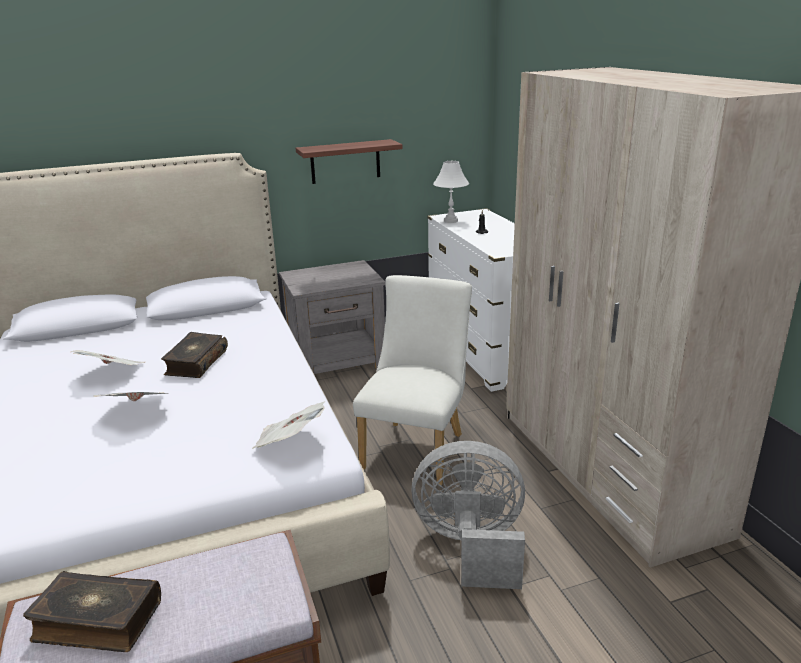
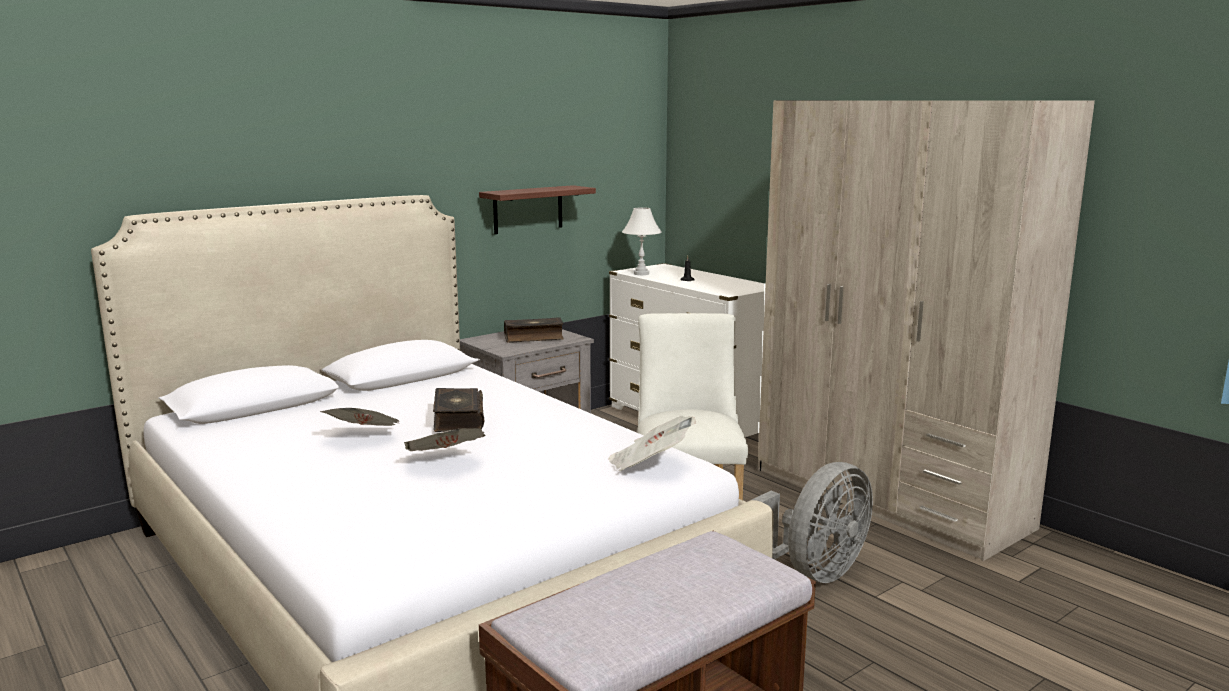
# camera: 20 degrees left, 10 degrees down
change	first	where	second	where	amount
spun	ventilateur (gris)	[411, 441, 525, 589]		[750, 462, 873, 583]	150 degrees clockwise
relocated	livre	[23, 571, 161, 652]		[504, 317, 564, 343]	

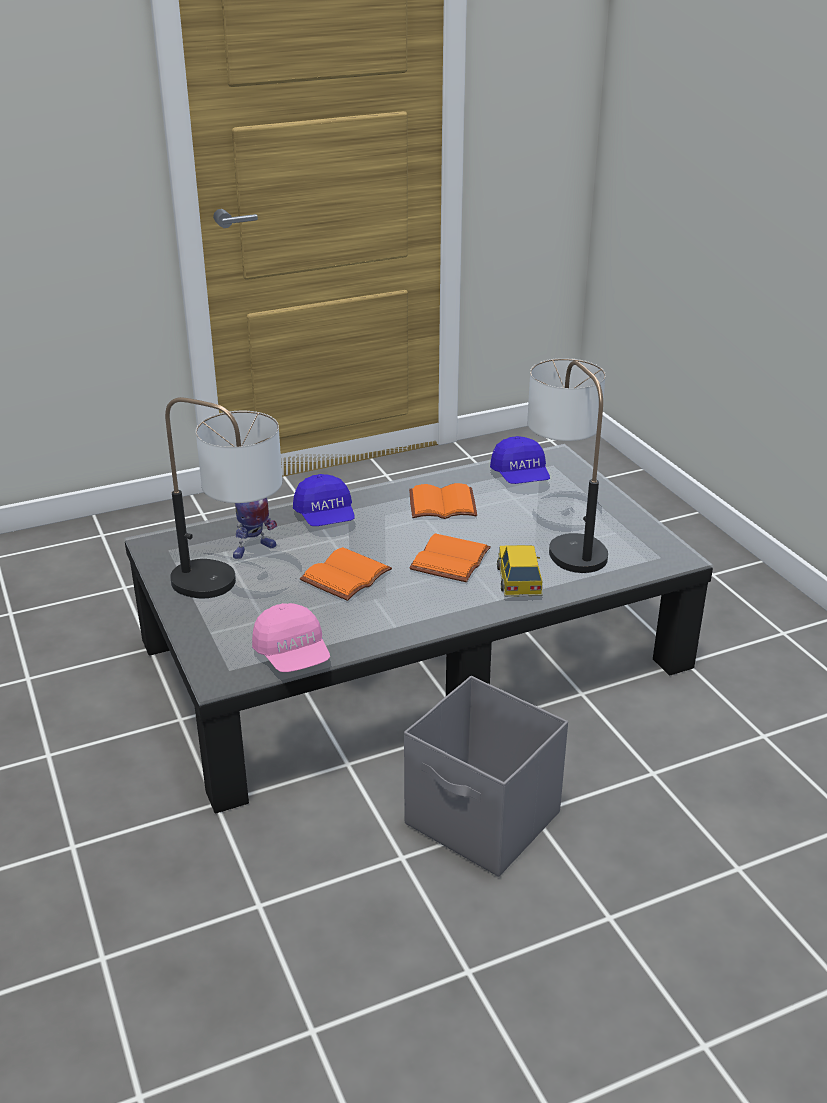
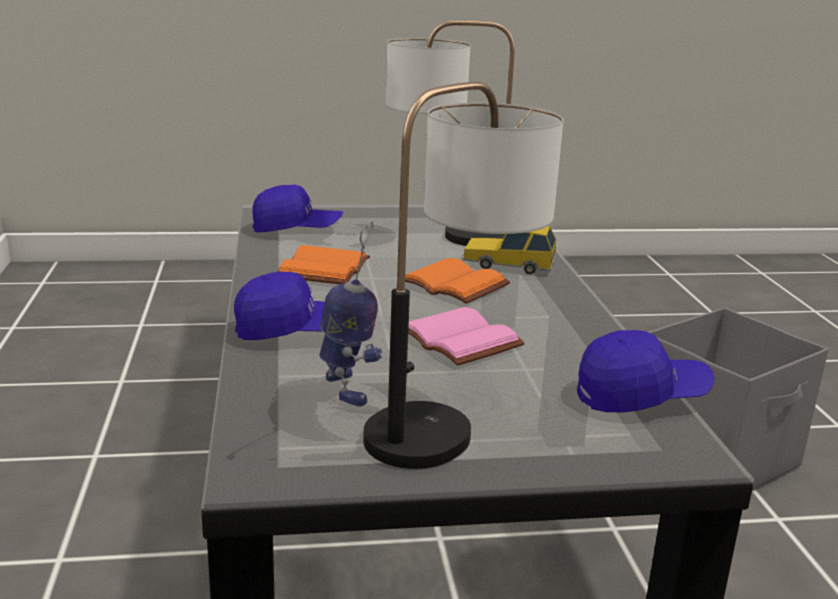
# camera: 75 degrees left, 10 degrees down
change	first	where	second	where	amount
colour	livre (orange)	[300, 547, 392, 601]	livre (rose)	[408, 307, 525, 366]	
colour	casquette (rose)	[252, 603, 330, 672]	casquette (bleu)	[577, 330, 714, 412]	

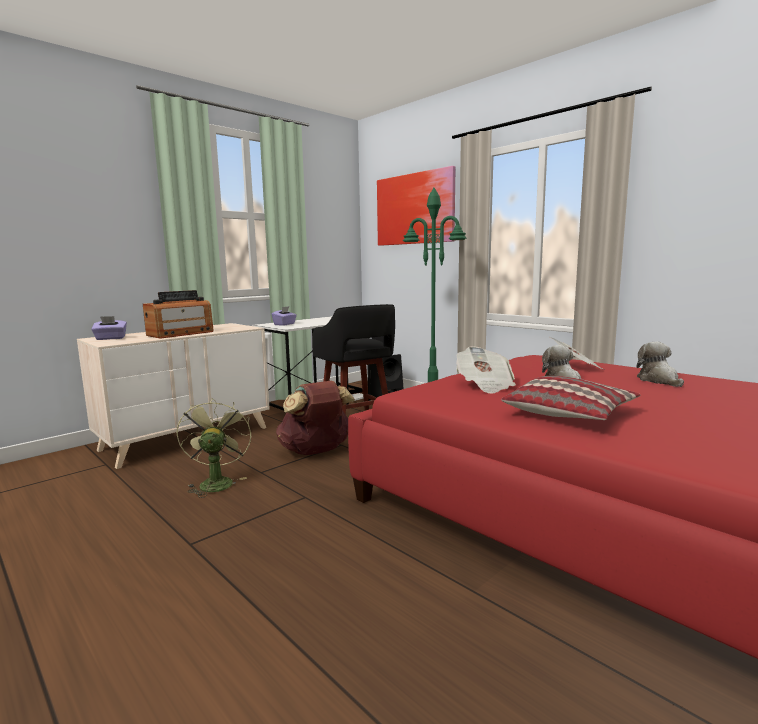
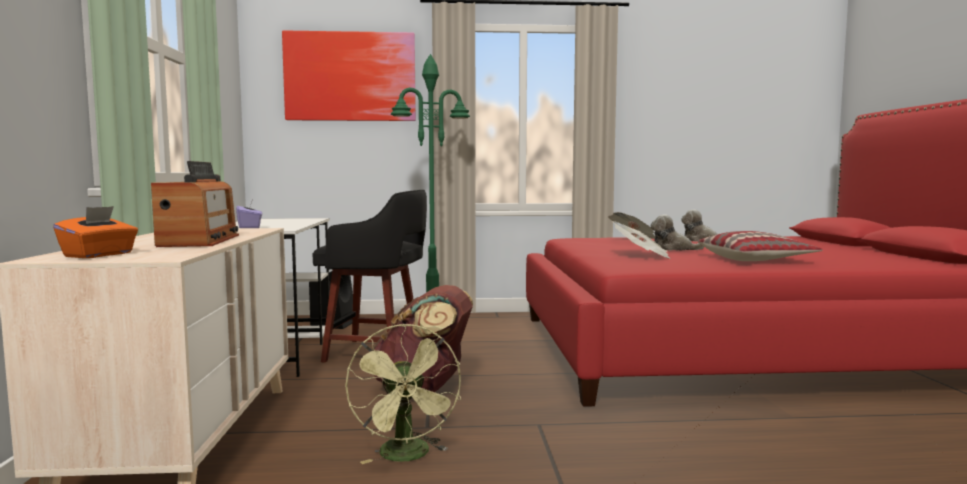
# camera: 50 degrees left, 5 degrees down
change	first	where	second	where	amount
colour	boîte à mouchoirs (violet)	[91, 316, 127, 340]	boîte à mouchoirs (orange)	[53, 206, 138, 258]	
spun	ventilateur (vert)	[177, 398, 251, 498]		[345, 324, 461, 464]	135 degrees counterclockwise

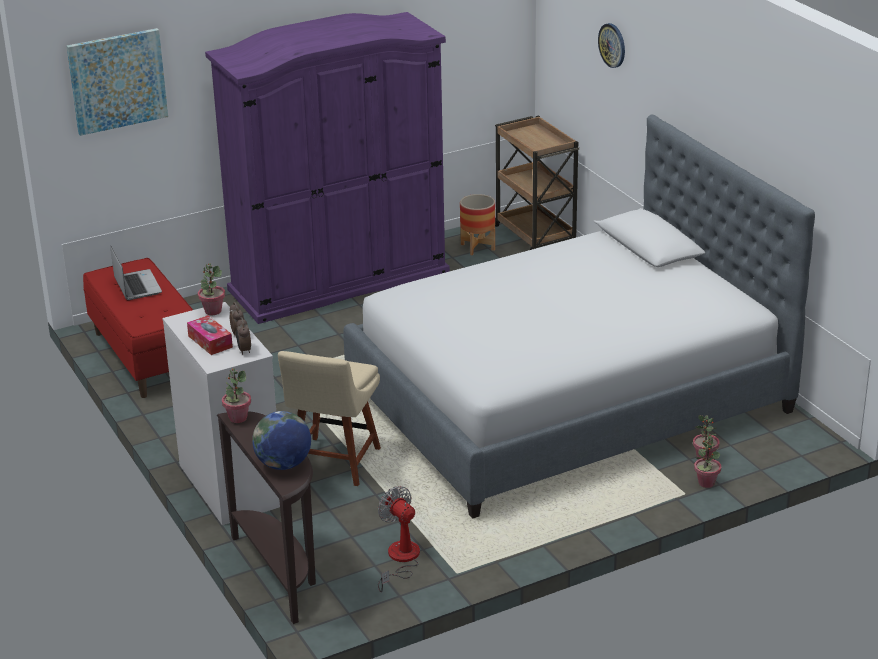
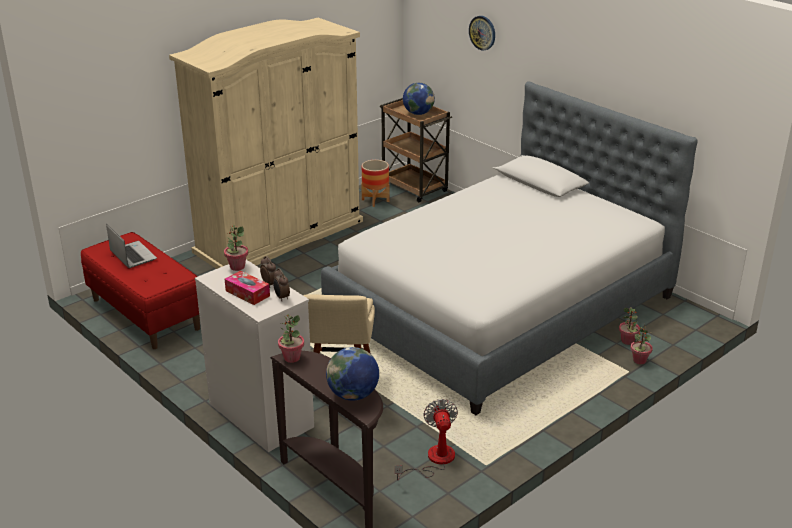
# camera: 15 degrees left, 0 degrees up
change	first	where	second	where	amount
colour	armoire (violet)	[205, 12, 450, 324]	armoire (beige)	[169, 18, 363, 269]	
missing	tableau	[67, 28, 168, 136]			
spun	ventilateur	[378, 486, 420, 592]		[395, 399, 458, 481]	45 degrees clockwise
appeared			globe	[403, 83, 435, 115]	

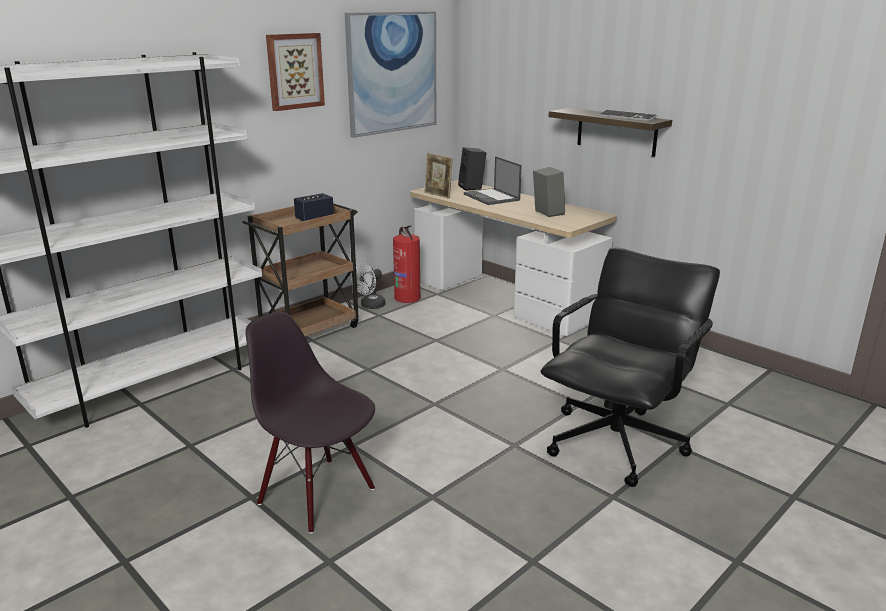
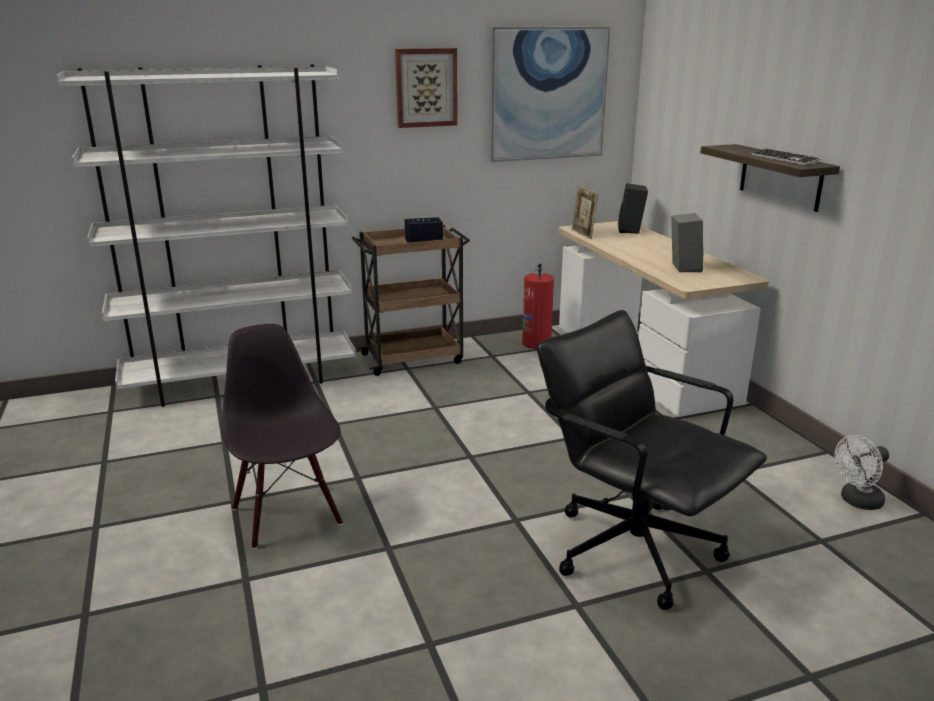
# camera: 25 degrees right, 0 degrees up
change	first	where	second	where	amount
missing	ordinateur portable	[464, 156, 522, 205]			
spun	chaise de bureau (noir)	[540, 247, 720, 487]		[537, 310, 767, 610]	105 degrees counterclockwise
relocated	ventilateur (blanc)	[351, 263, 386, 309]		[834, 435, 889, 510]	

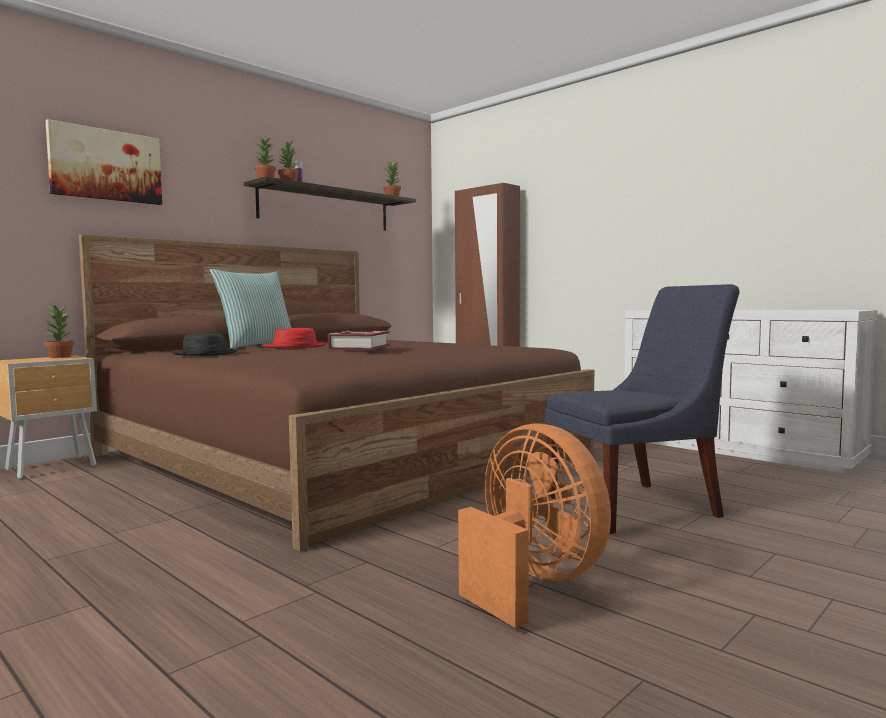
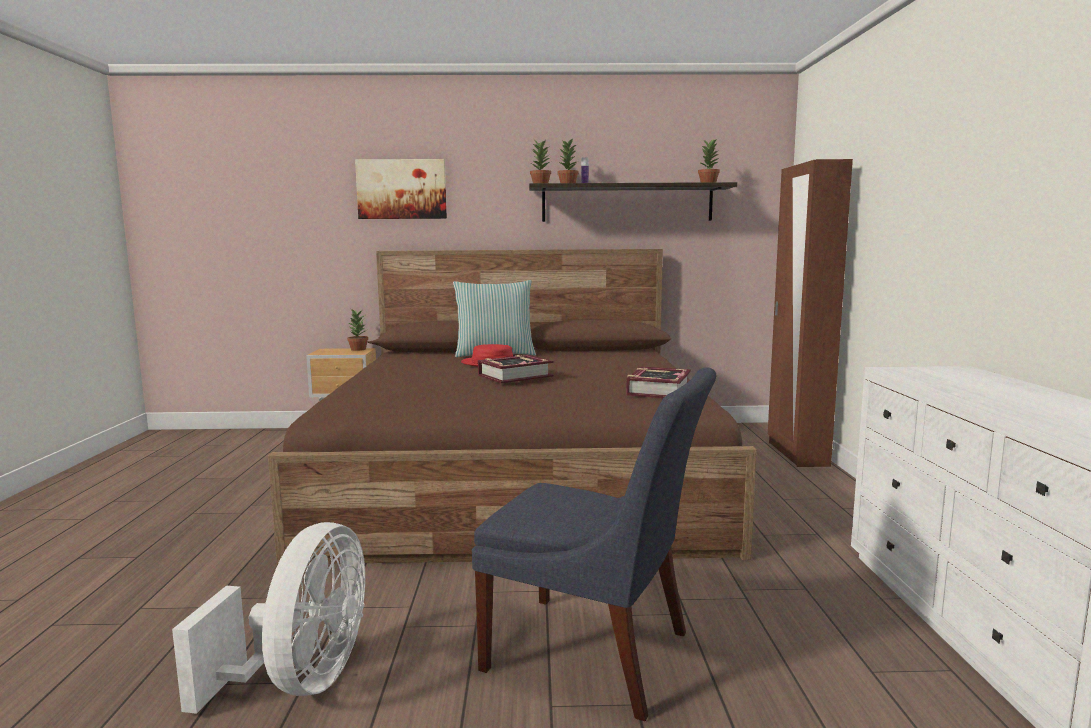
# camera: 45 degrees right, 5 degrees up
change	first	where	second	where	amount
missing	chapeau (noir)	[171, 333, 238, 356]			
colour	ventilateur (orange)	[458, 424, 611, 628]	ventilateur (blanc)	[172, 522, 365, 714]	
appeared			livre	[626, 367, 691, 398]	

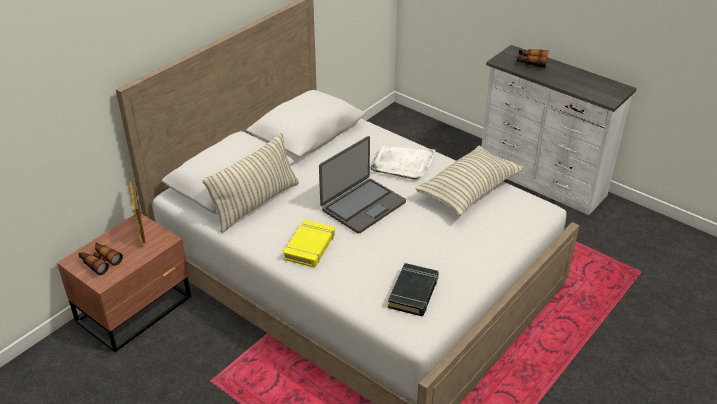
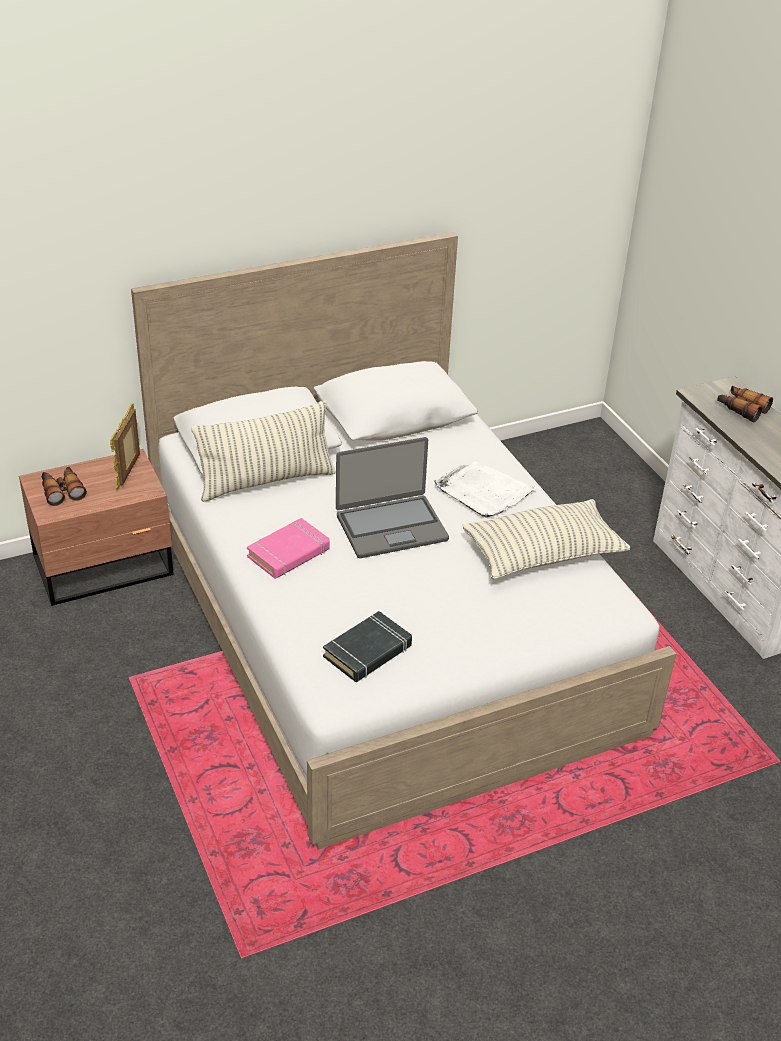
# camera: 25 degrees right, 0 degrees up
change	first	where	second	where	amount
colour	livre (jaune)	[283, 220, 335, 268]	livre (rose)	[247, 518, 330, 579]	

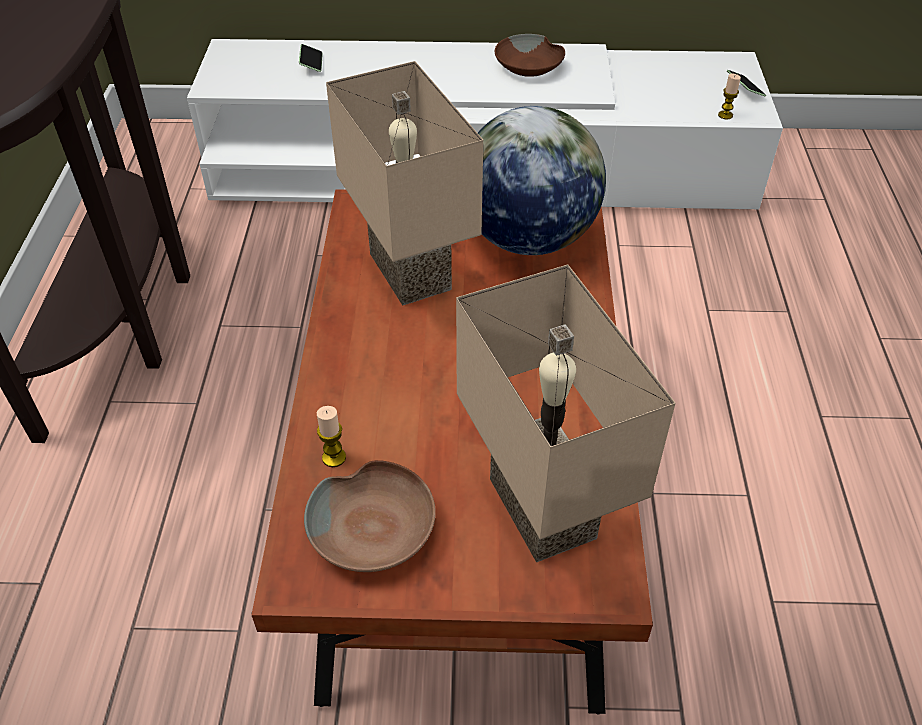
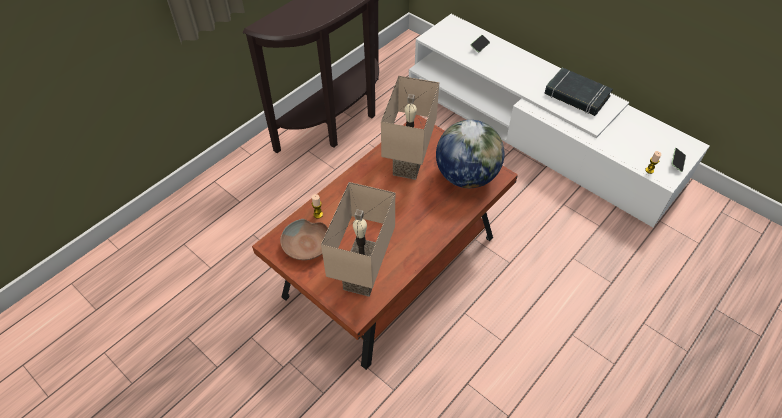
# camera: 40 degrees right, 5 degrees up
change	first	where	second	where	amount
exchanged	bol (marron)	[495, 34, 565, 77]	livre (noir)	[544, 67, 613, 116]	

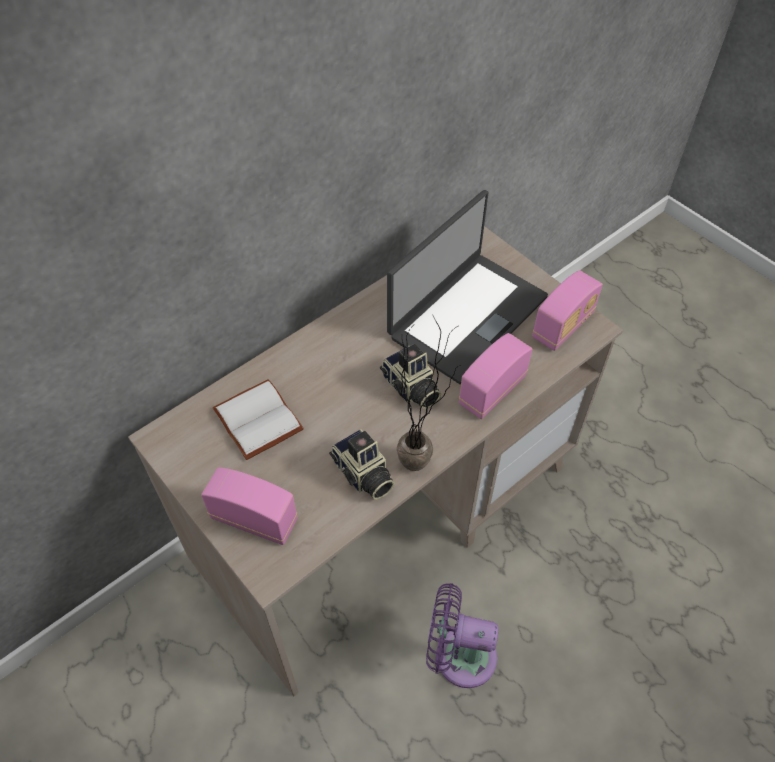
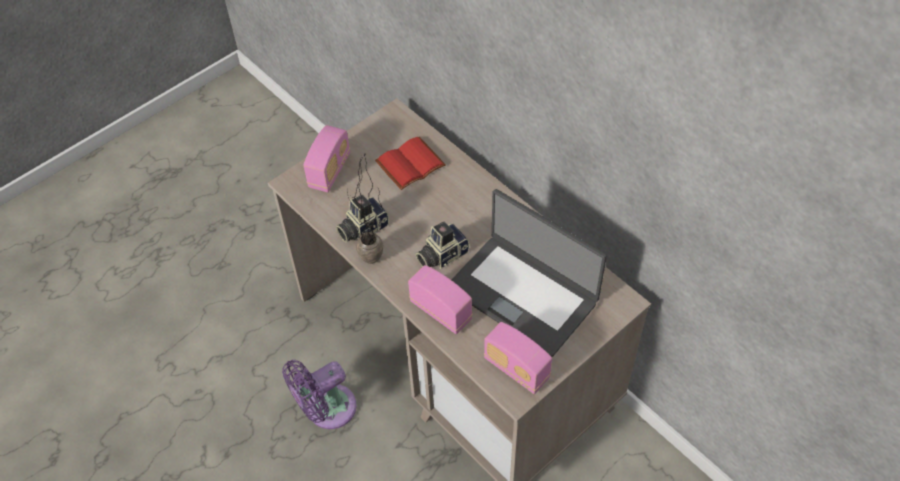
# camera: 90 degrees right, 0 degrees up
change	first	where	second	where	amount
colour	livre (blanc)	[212, 379, 304, 460]	livre (rouge)	[375, 137, 446, 190]	
spun	ventilateur (violet)	[426, 583, 498, 688]		[282, 360, 357, 429]	135 degrees counterclockwise

